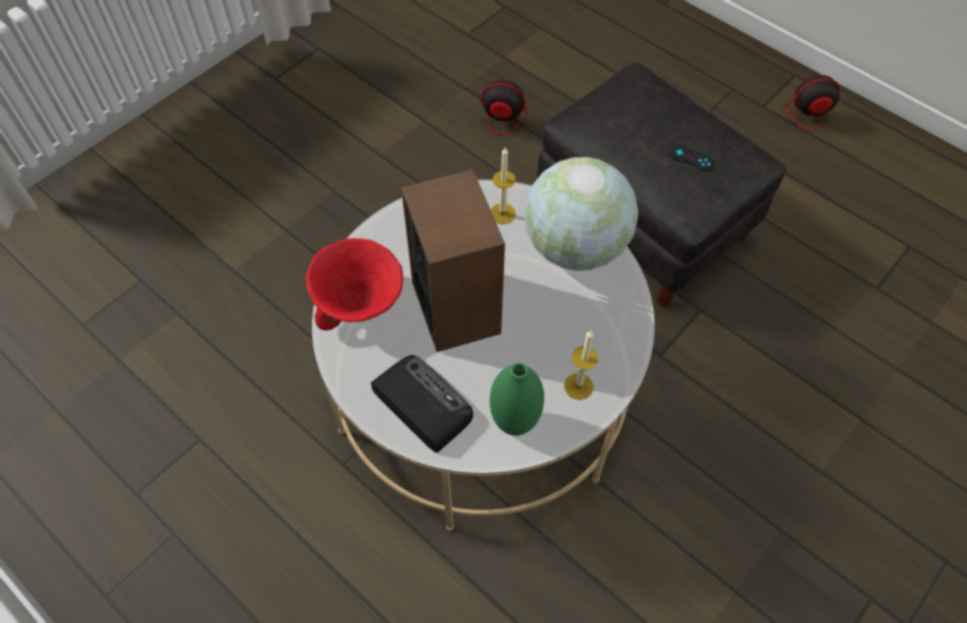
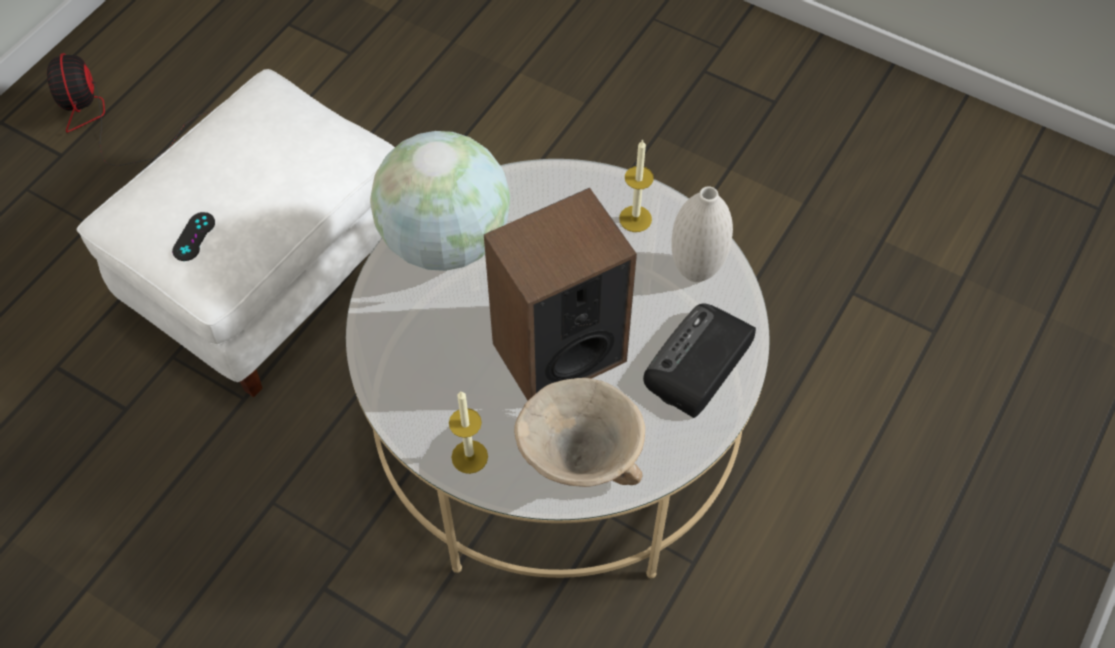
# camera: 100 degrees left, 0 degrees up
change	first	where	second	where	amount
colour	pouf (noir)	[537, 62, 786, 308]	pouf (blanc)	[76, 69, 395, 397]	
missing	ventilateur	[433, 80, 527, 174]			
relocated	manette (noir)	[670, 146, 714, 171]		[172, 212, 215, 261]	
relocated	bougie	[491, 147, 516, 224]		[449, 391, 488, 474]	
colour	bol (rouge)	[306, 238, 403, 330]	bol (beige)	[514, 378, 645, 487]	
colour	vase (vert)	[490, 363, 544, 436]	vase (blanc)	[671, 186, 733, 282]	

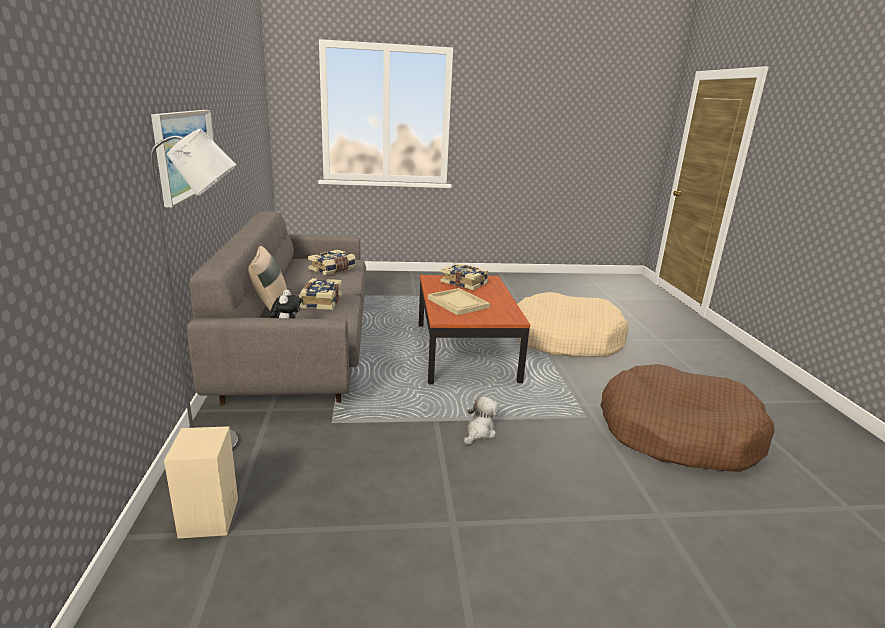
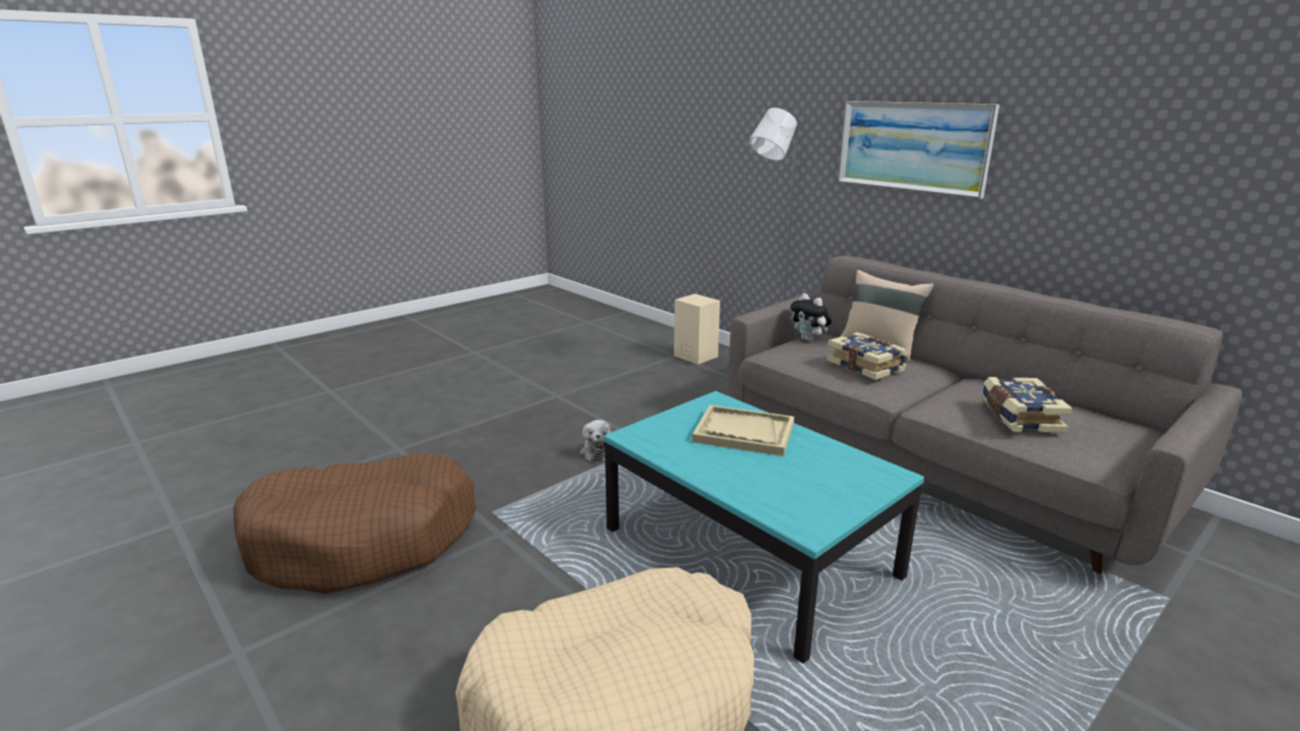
# camera: 145 degrees right, 0 degrees up
change	first	where	second	where	amount
missing	livre	[441, 263, 489, 290]			
colour	table basse (marron)	[419, 275, 530, 384]	table basse (turquoise)	[604, 391, 924, 663]	

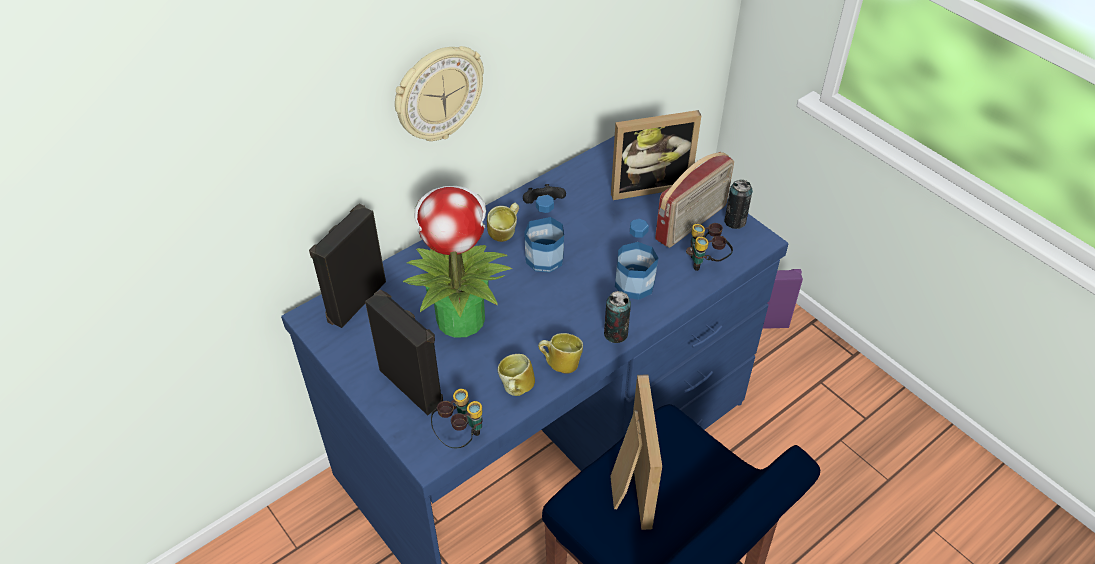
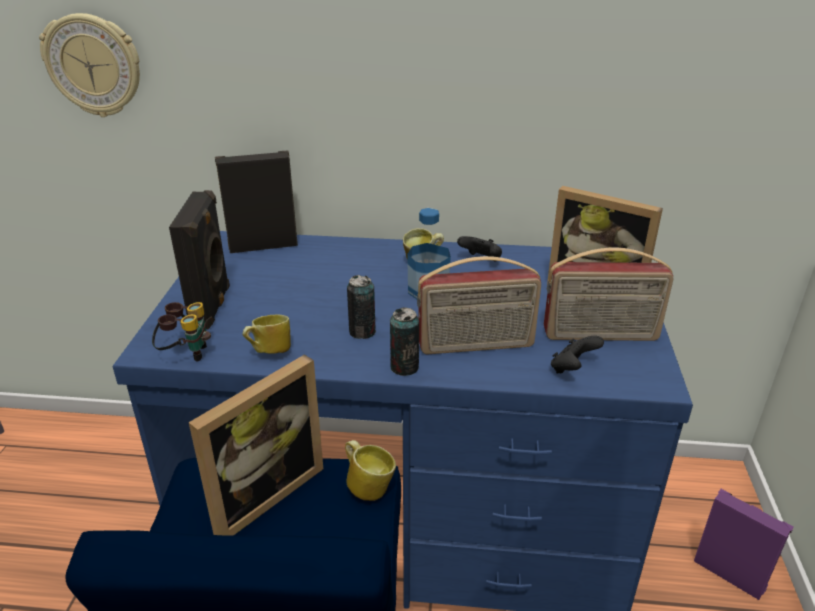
# camera: 45 degrees right, 15 degrees down
change	first	where	second	where	amount
relocated	horloge murale	[395, 46, 484, 141]		[39, 13, 140, 117]	
relocated	boîte métallique	[724, 179, 752, 229]		[347, 275, 376, 339]	
missing	plante en pot	[403, 186, 512, 337]			
exchanged	bouteille	[615, 219, 658, 300]	radio	[417, 256, 541, 354]	
exchanged	jumelles	[686, 223, 733, 271]	manette (noir)	[551, 336, 604, 374]	
relocated	mug	[538, 333, 583, 374]		[345, 440, 396, 501]	

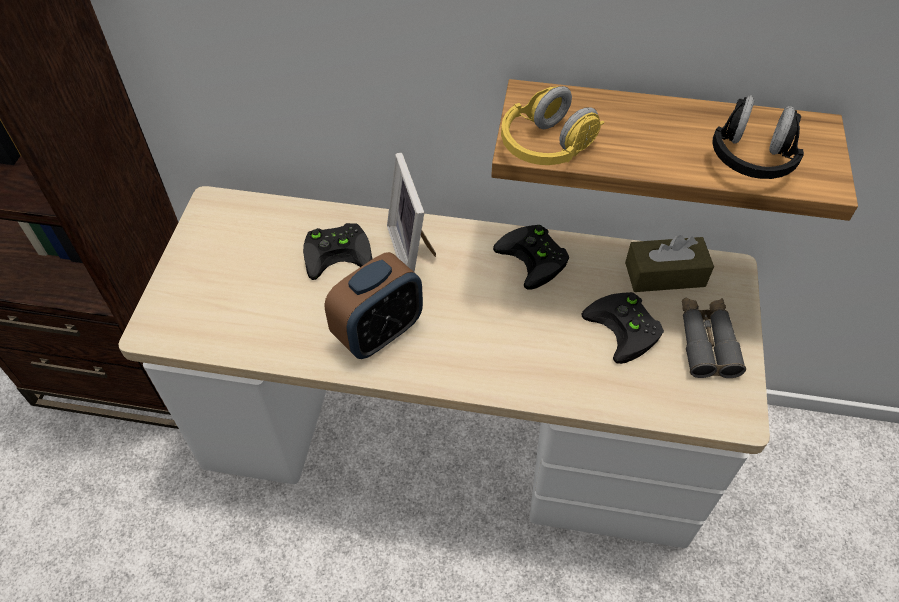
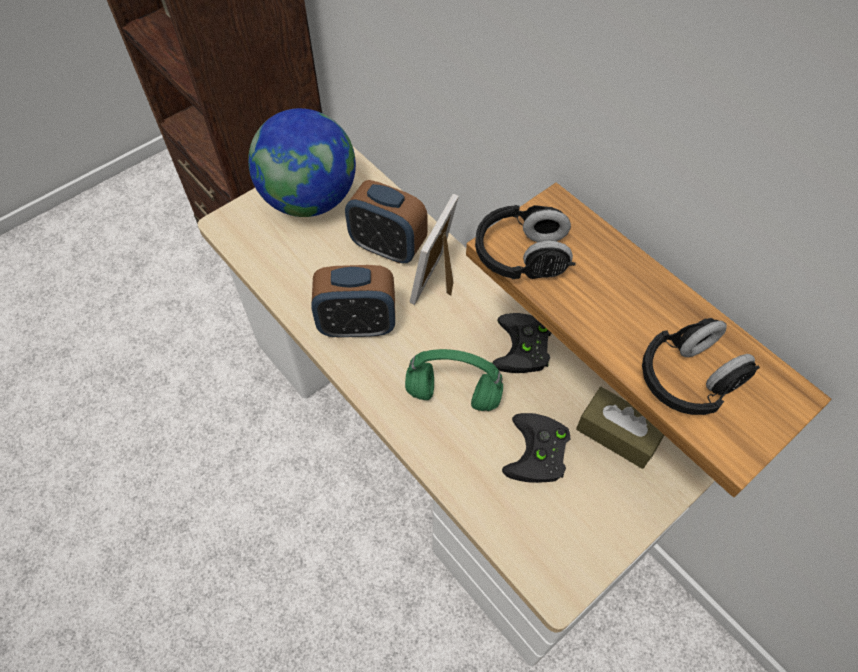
# camera: 40 degrees right, 5 degrees up
change	first	where	second	where	amount
colour	casque audio (jaune)	[501, 86, 604, 165]	casque audio (noir)	[475, 205, 576, 279]	
exchanged	manette (noir)	[303, 223, 372, 280]	réveil	[345, 180, 427, 264]	
missing	jumelles (gris)	[682, 298, 746, 378]			
appeared			globe	[248, 108, 356, 217]	
appeared			casque audio (vert)	[405, 349, 503, 411]	

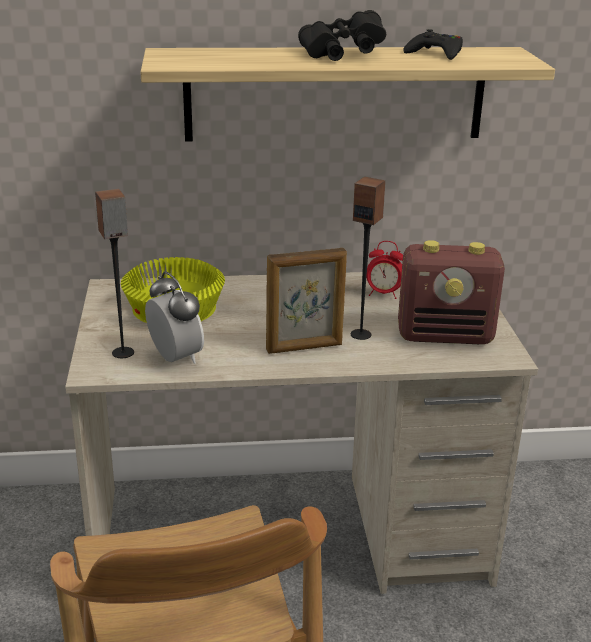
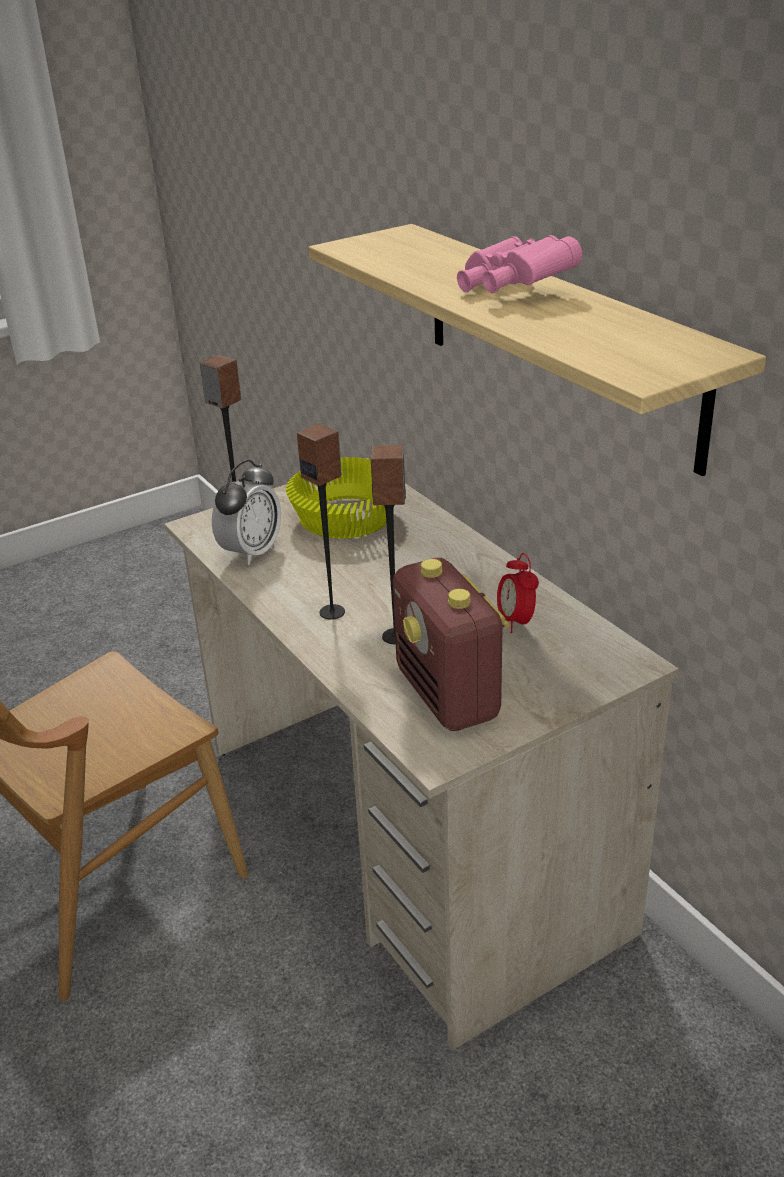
# camera: 65 degrees right, 5 degrees up
change	first	where	second	where	amount
colour	jumelles (noir)	[298, 10, 386, 61]	jumelles (rose)	[457, 235, 582, 293]	
missing	manette (noir)	[404, 29, 463, 60]			
exchanged	cadre photo	[266, 248, 347, 354]	enceinte	[297, 424, 345, 620]	

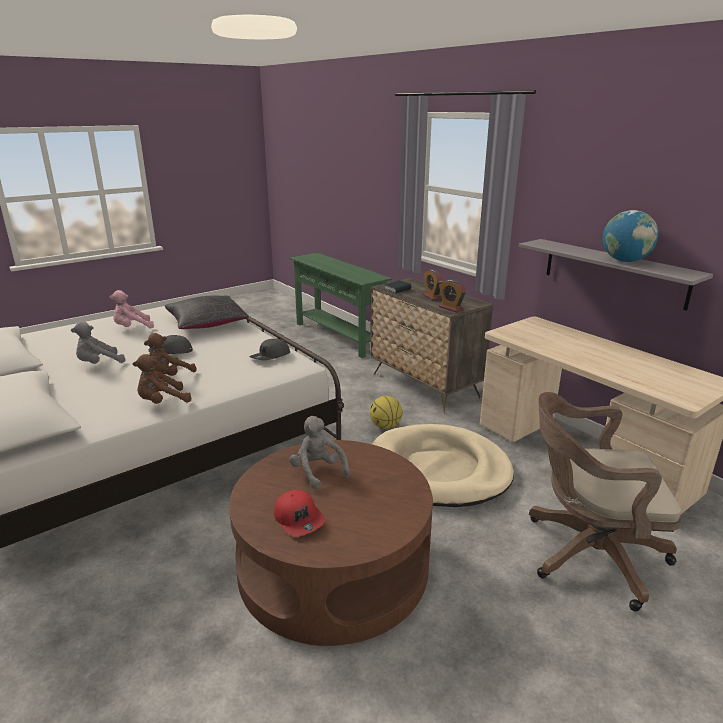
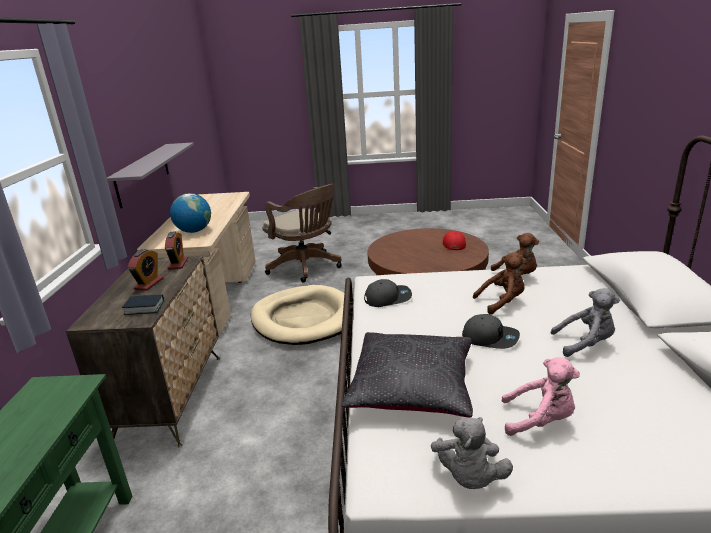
# camera: 140 degrees left, 0 degrees up
change	first	where	second	where	amount
relocated	globe	[603, 210, 659, 262]		[170, 193, 211, 233]	
missing	ballon de basket	[370, 396, 402, 429]			
relocated	peluche (gris)	[289, 416, 349, 489]		[431, 417, 513, 489]	

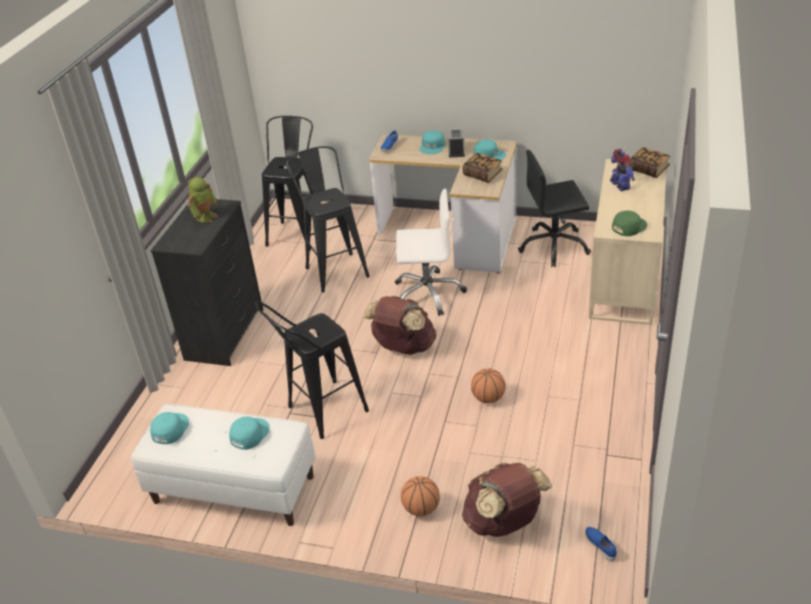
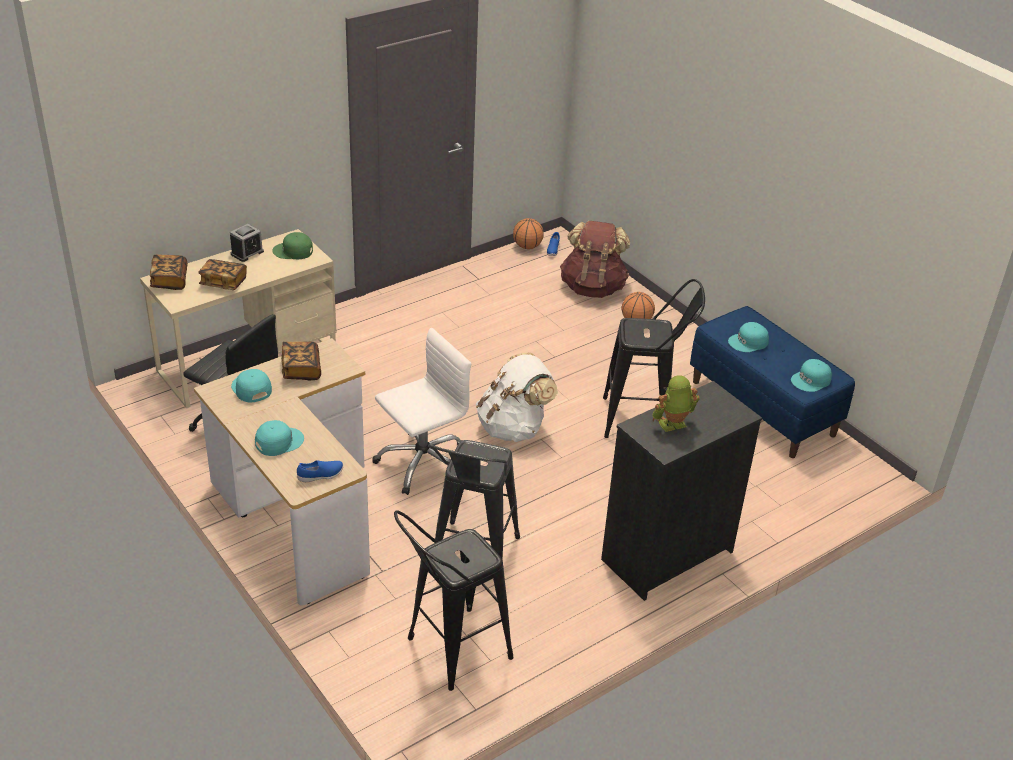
# camera: 145 degrees left, 0 degrees up
change	first	where	second	where	amount
relocated	réveil	[448, 129, 465, 157]		[230, 224, 264, 262]	
exchanged	robot jouet	[610, 149, 635, 191]	livre	[198, 259, 247, 290]	
spun	chaise de bureau (blanc)	[395, 189, 467, 316]		[372, 327, 471, 495]	105 degrees clockwise
colour	sac à dos (marron)	[363, 296, 437, 355]	sac à dos (blanc)	[476, 353, 558, 442]	
relocated	ballon de basket	[471, 368, 505, 403]		[513, 218, 544, 249]	
colour	banc (blanc)	[131, 404, 315, 526]	banc (bleu)	[690, 306, 855, 458]	

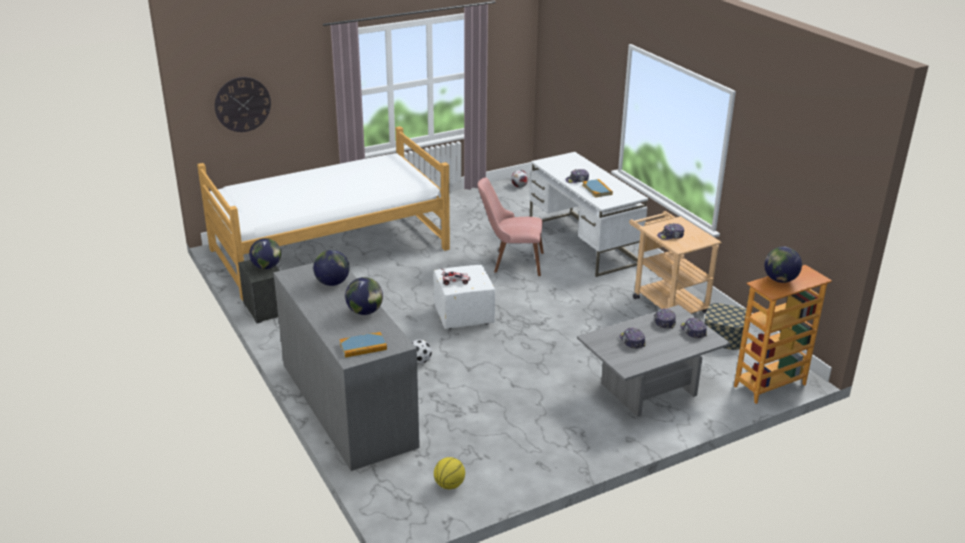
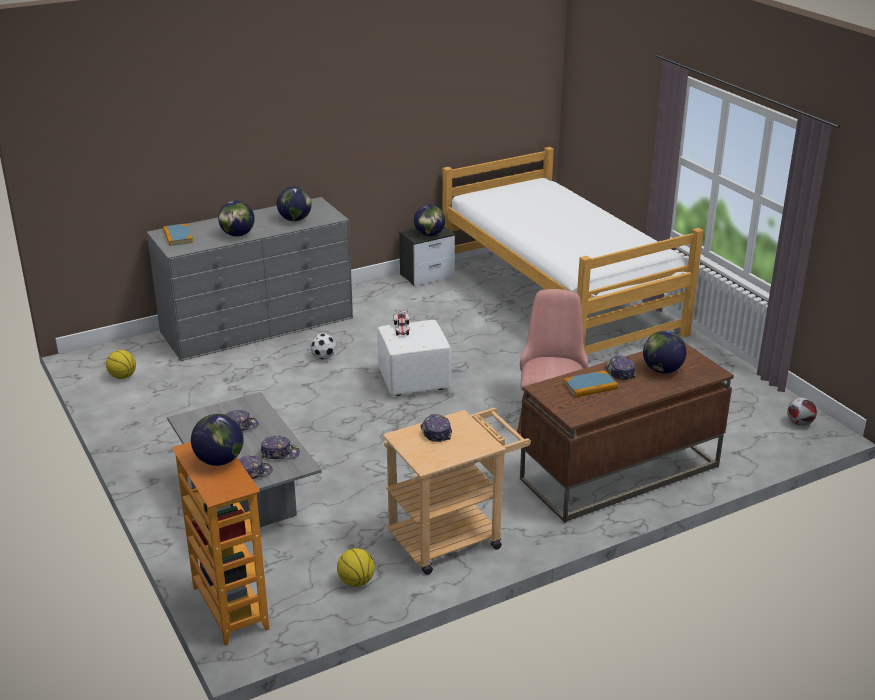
# camera: 90 degrees right, 0 degrees up
change	first	where	second	where	amount
missing	horloge murale	[215, 77, 271, 132]			
colour	bureau (blanc)	[530, 152, 648, 277]	bureau (marron)	[520, 342, 734, 523]	
exchanged	boîte de rangement	[705, 303, 746, 350]	ballon de basket	[337, 548, 375, 587]	
appeared			globe	[643, 331, 687, 374]	

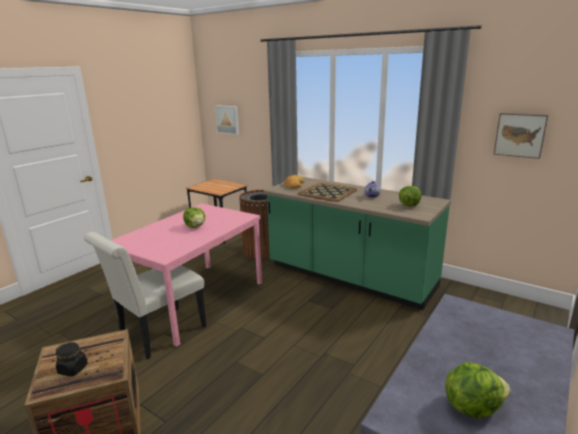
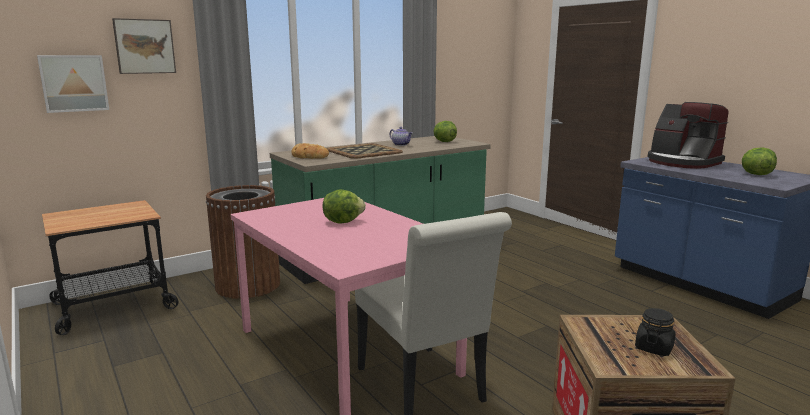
# camera: 70 degrees left, 5 degrees down
change	first	where	second	where	amount
relocated	tableau	[494, 113, 548, 159]		[112, 18, 176, 74]	
appeared			machine à café	[648, 102, 729, 169]	

